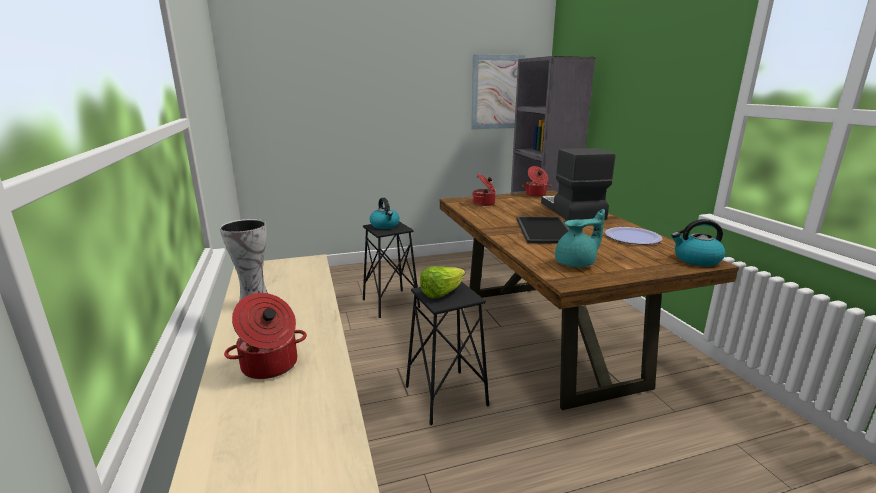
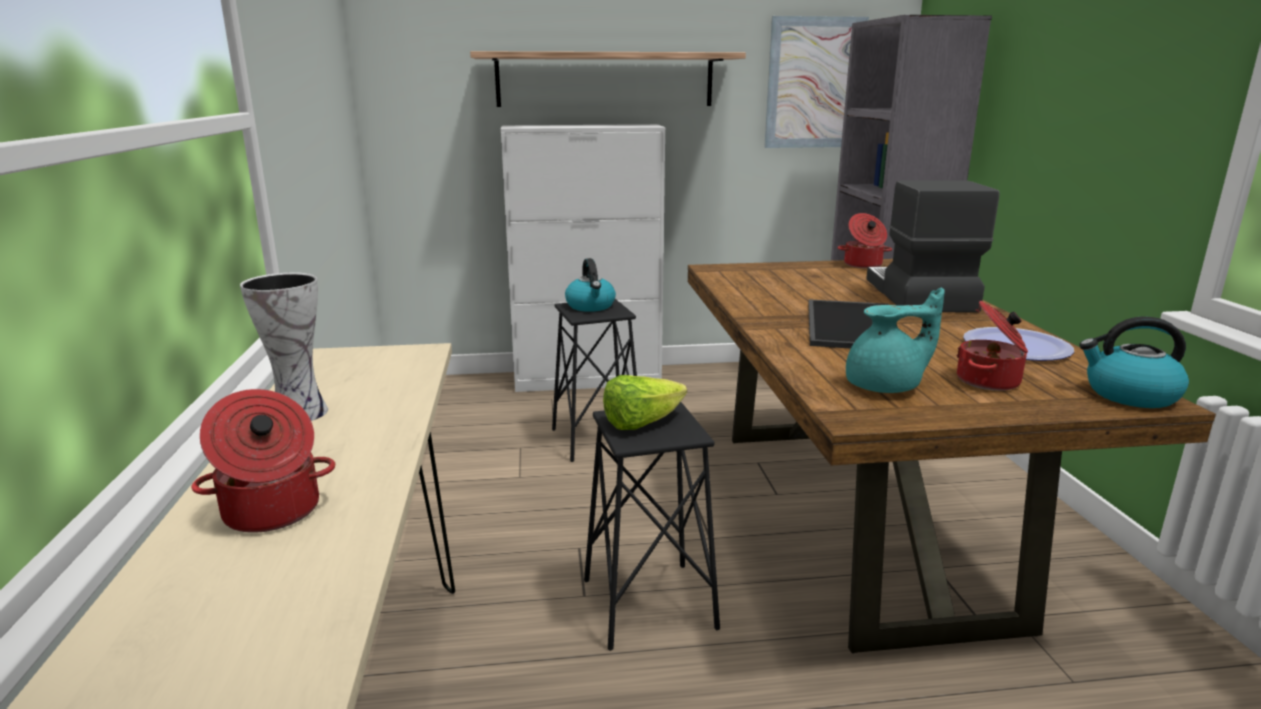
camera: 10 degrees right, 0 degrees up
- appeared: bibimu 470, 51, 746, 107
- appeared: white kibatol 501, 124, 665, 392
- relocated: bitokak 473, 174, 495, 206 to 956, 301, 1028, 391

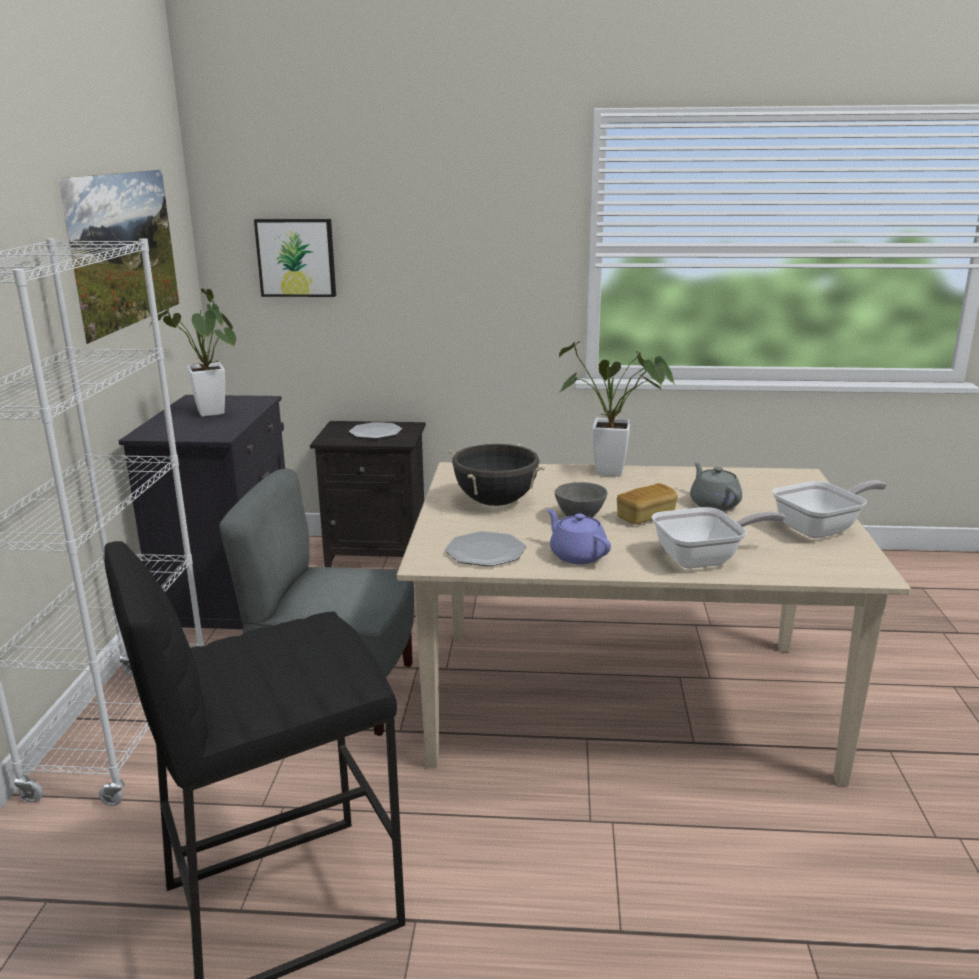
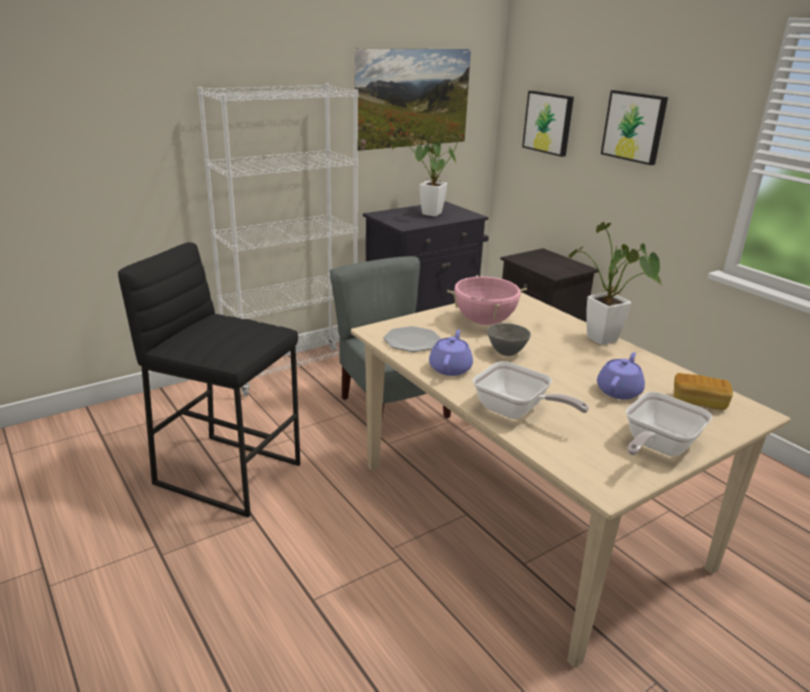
camera: 50 degrees right, 5 degrees up
- missing: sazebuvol 349, 422, 402, 439
- appeared: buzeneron 601, 90, 668, 165
- relocated: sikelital 617, 483, 678, 525 to 674, 373, 733, 410
- colour: black bitokak 449, 444, 545, 506 to pink bitokak 447, 275, 527, 325
- colour: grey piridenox 690, 462, 742, 511 to purple piridenox 597, 352, 645, 400
- spun: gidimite 772, 480, 887, 538 = 626, 392, 713, 456 105 degrees clockwise

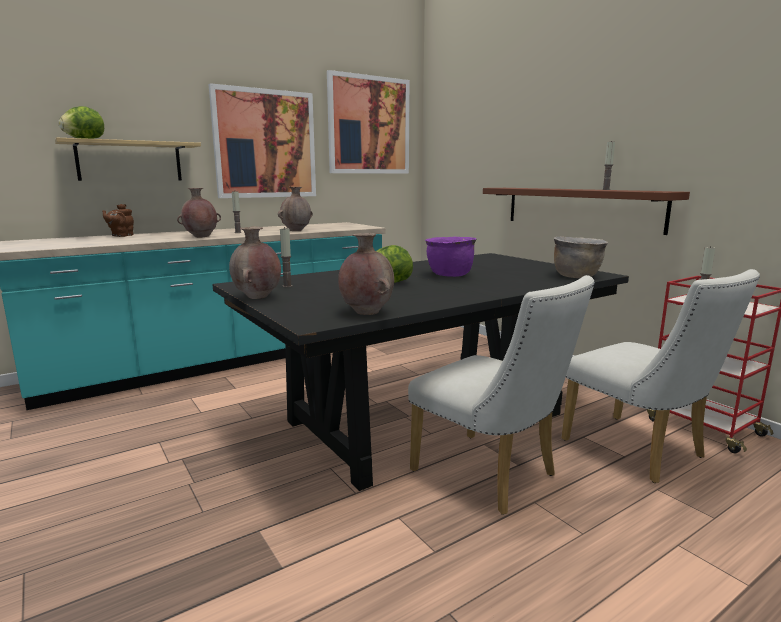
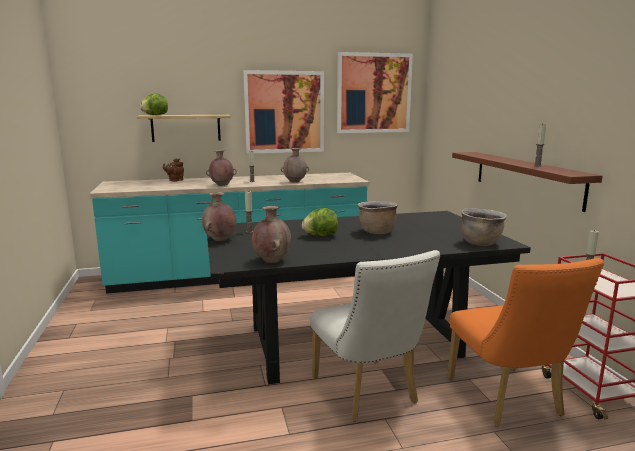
camera: 20 degrees right, 0 degrees up
- colour: purple bitokak 425, 237, 476, 277 to brown bitokak 358, 201, 398, 234
- colour: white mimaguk 561, 269, 760, 483 to orange mimaguk 448, 258, 604, 427

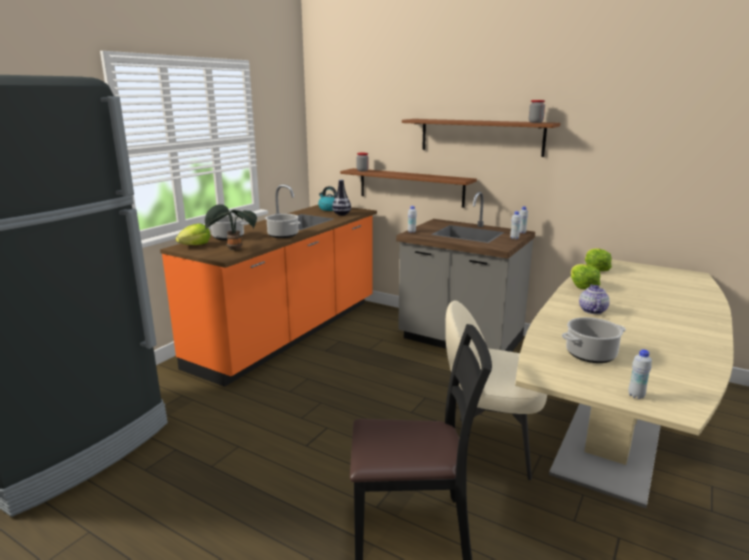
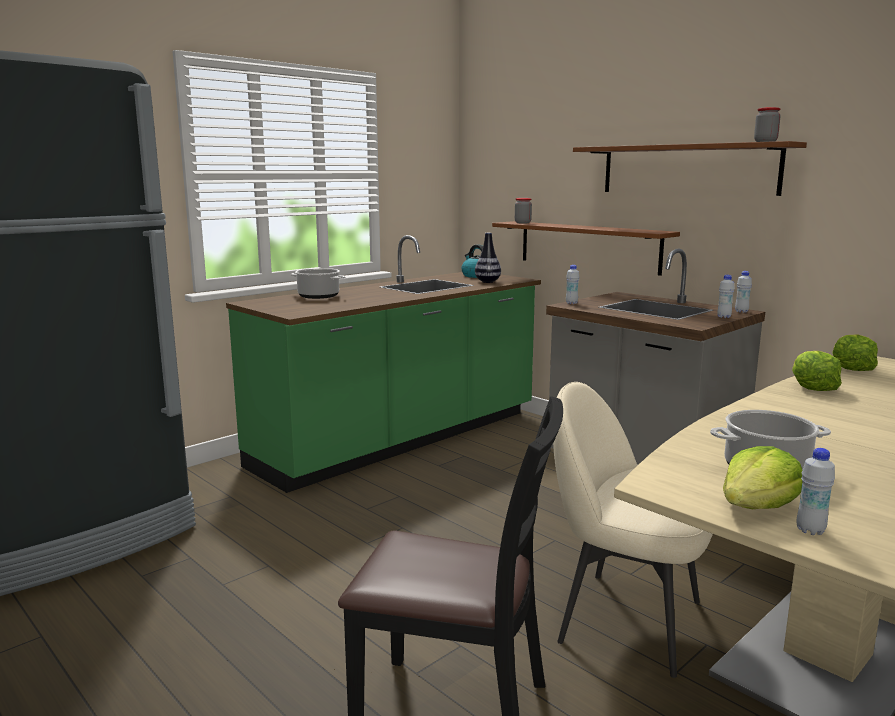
camera: 15 degrees right, 5 degrees down
- missing: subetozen 205, 204, 257, 250
- missing: bitokak 265, 214, 300, 238
- missing: piridenox 579, 284, 610, 314
- relocated: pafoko 176, 223, 210, 245 to 723, 446, 802, 509
- colour: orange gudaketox 160, 184, 377, 387 to green gudaketox 226, 235, 541, 493

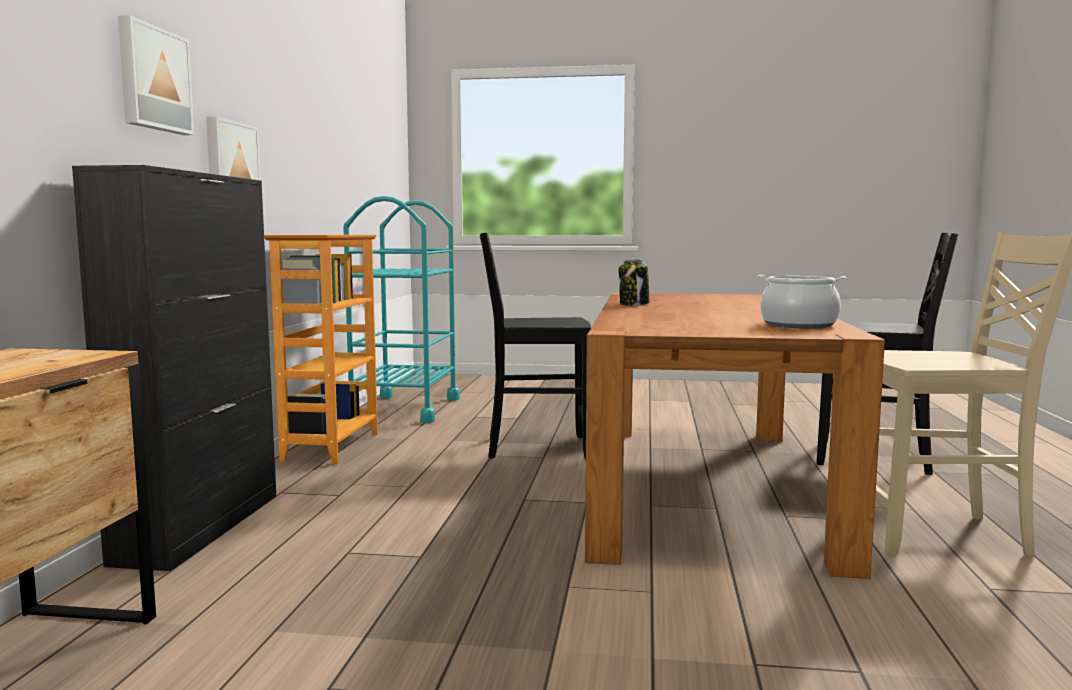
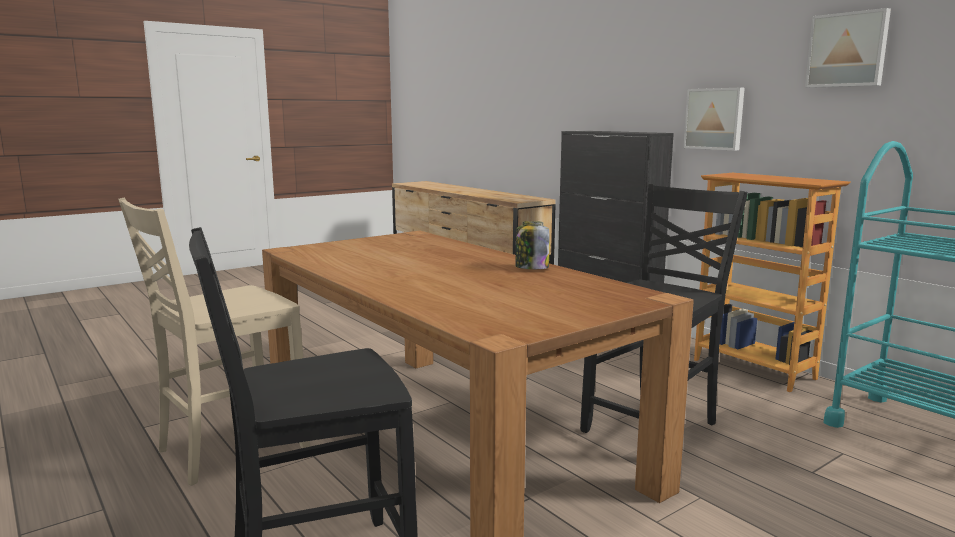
camera: 135 degrees right, 5 degrees up
- missing: bitokak 758, 275, 846, 329
- relocated: buzeneron 118, 15, 194, 135 to 805, 8, 891, 88

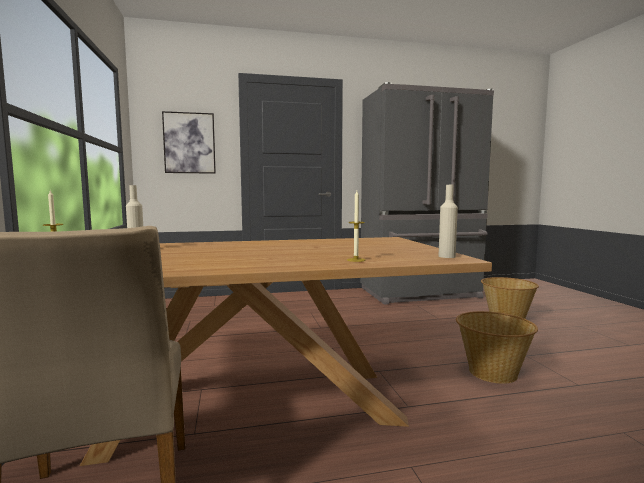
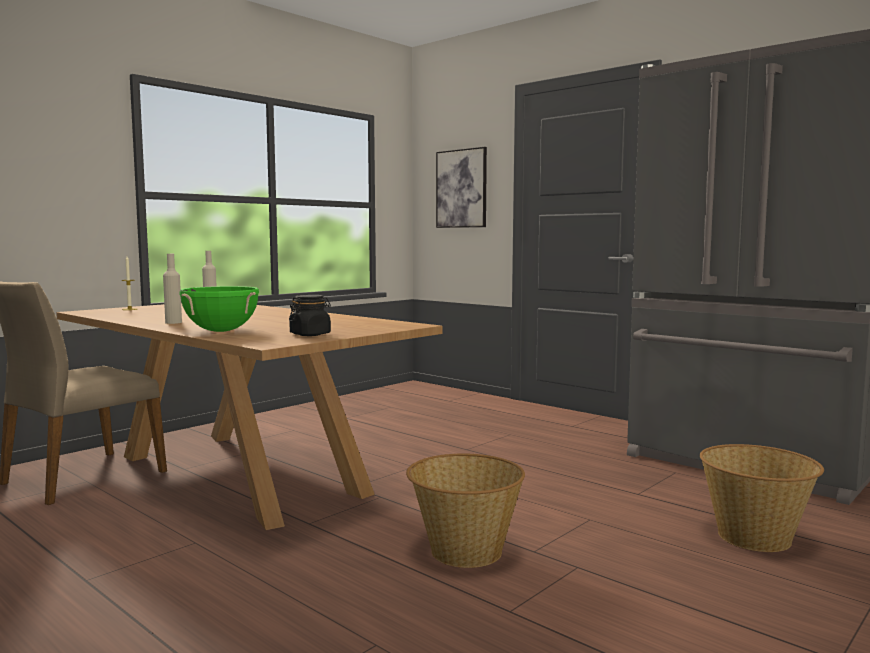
camera: 55 degrees right, 0 degrees up
- appeared: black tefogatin 289, 295, 331, 336
- relocated: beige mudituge 439, 185, 458, 258 to 163, 254, 182, 324
- exchanged: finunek 347, 191, 365, 262 to green bitokak 179, 286, 259, 332

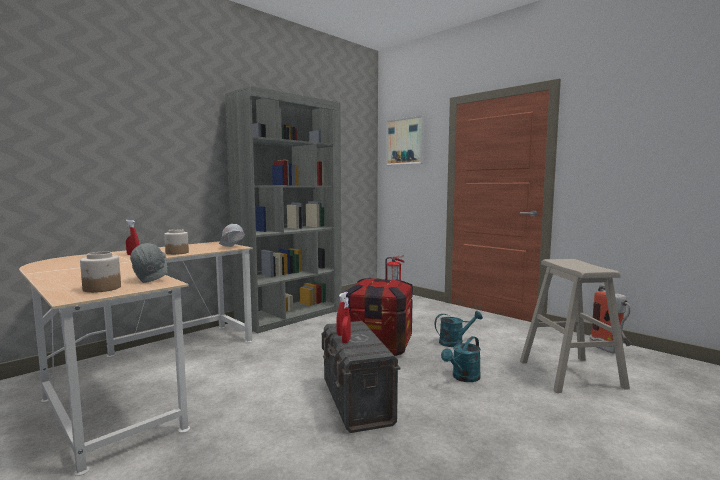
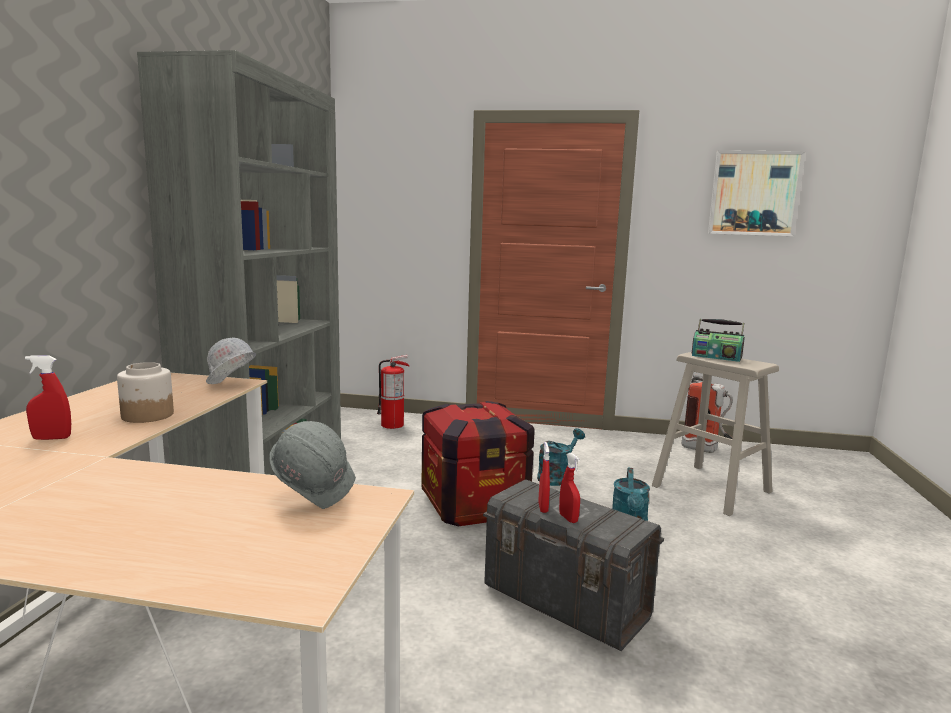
camera: 35 degrees left, 5 degrees up
- missing: tefogatin 80, 252, 121, 293
- appeared: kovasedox 692, 319, 745, 362
- relocated: buzeneron 386, 115, 424, 165 to 708, 150, 806, 236

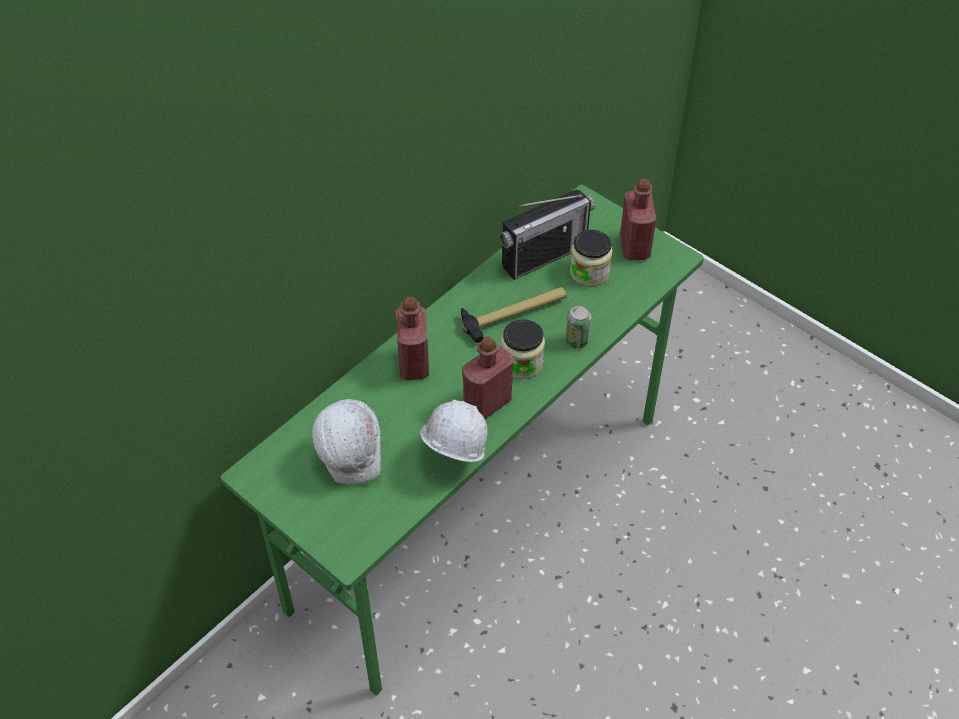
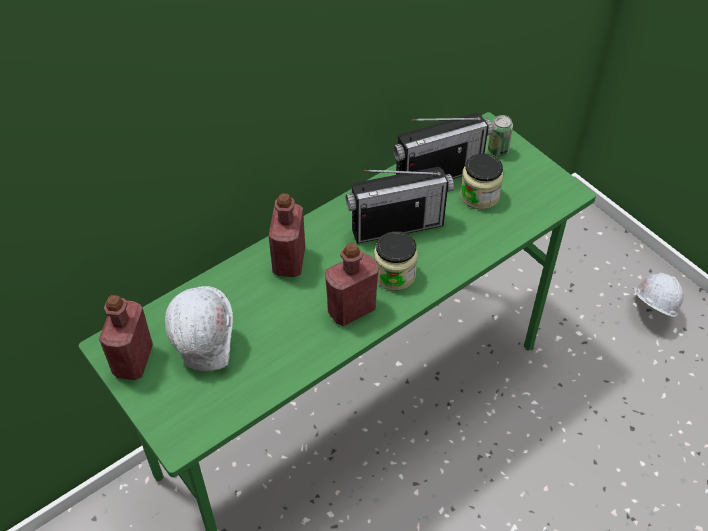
camera: 10 degrees right, 0 degrees up
- relocated: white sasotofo 420, 400, 488, 462 to 632, 272, 684, 317
- relocated: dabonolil 565, 305, 591, 349 to 488, 115, 513, 157
- relocated: red mudituge 620, 179, 656, 260 to 99, 295, 153, 380
- exchanged: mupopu 461, 287, 567, 343 to kovasedox 346, 167, 454, 244

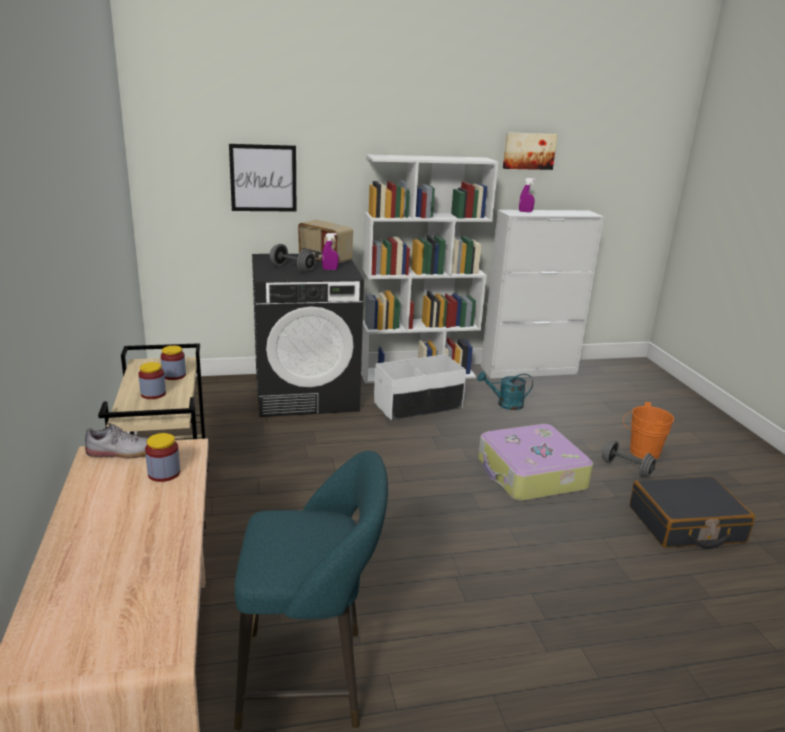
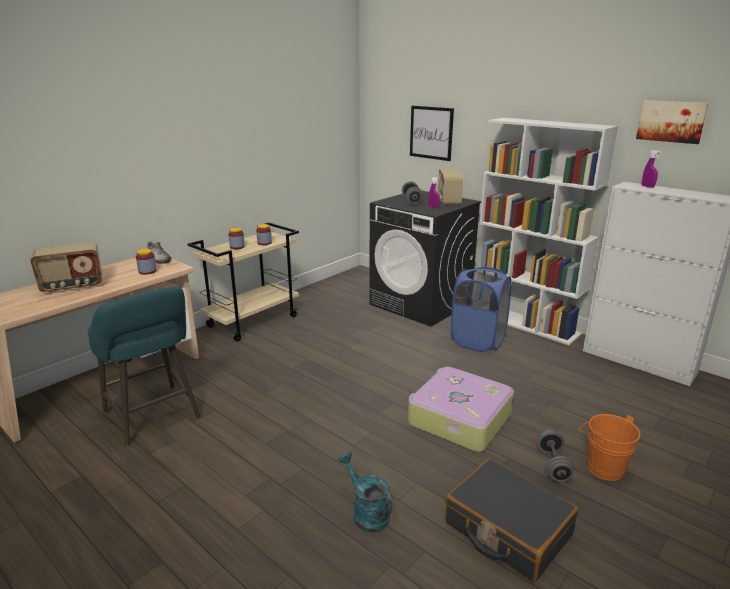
camera: 55 degrees right, 0 degrees up
- appeared: kovasedox 30, 242, 102, 293
- relocated: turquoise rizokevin 477, 371, 533, 410 to 338, 452, 392, 532
- exchanged: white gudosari 374, 354, 466, 420 to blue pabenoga 451, 267, 512, 352

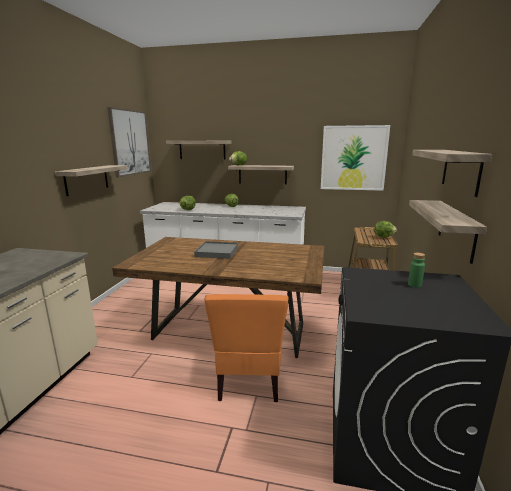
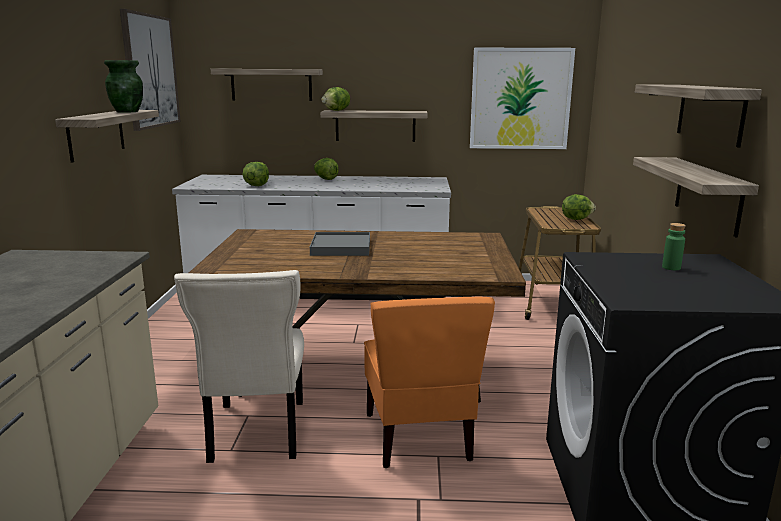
camera: 10 degrees left, 0 degrees up
- appeared: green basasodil 104, 60, 143, 113
- appeared: beige mimaguk 174, 270, 304, 463

